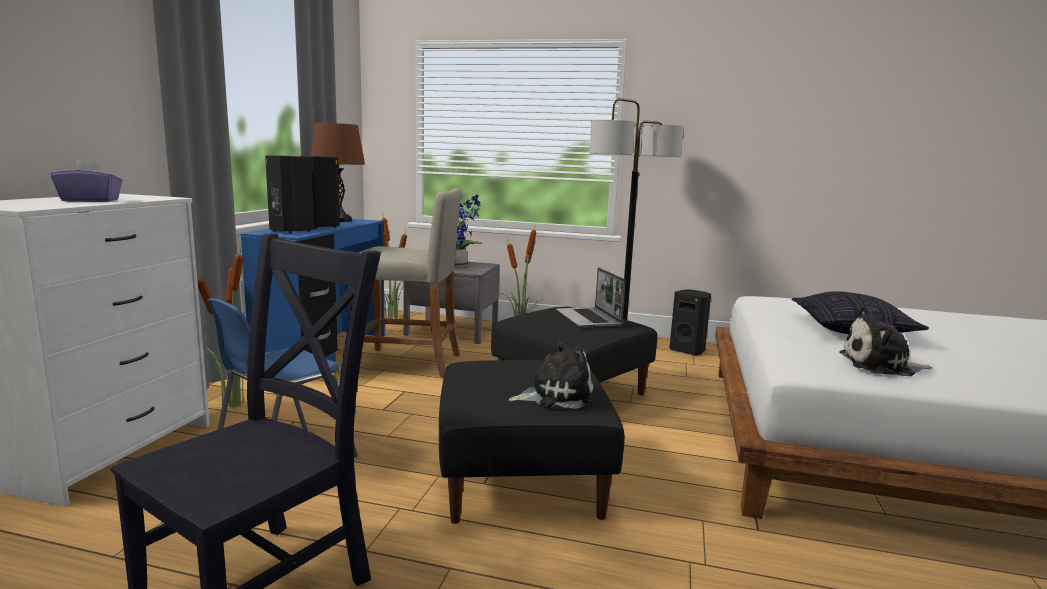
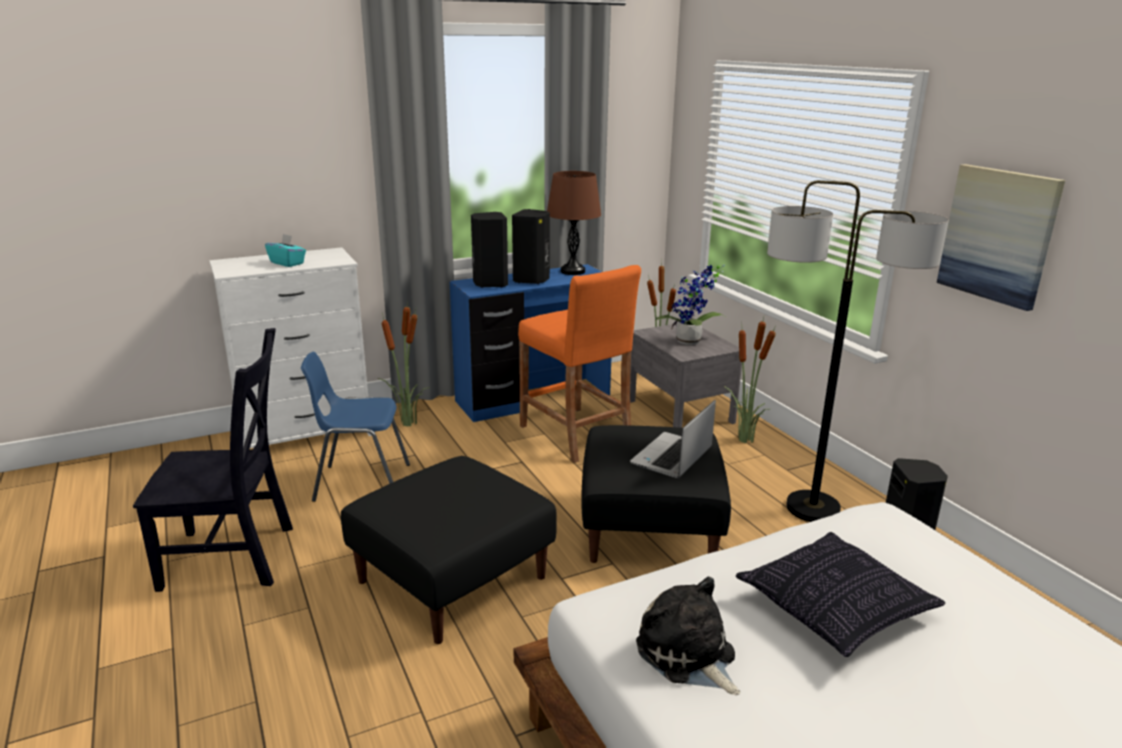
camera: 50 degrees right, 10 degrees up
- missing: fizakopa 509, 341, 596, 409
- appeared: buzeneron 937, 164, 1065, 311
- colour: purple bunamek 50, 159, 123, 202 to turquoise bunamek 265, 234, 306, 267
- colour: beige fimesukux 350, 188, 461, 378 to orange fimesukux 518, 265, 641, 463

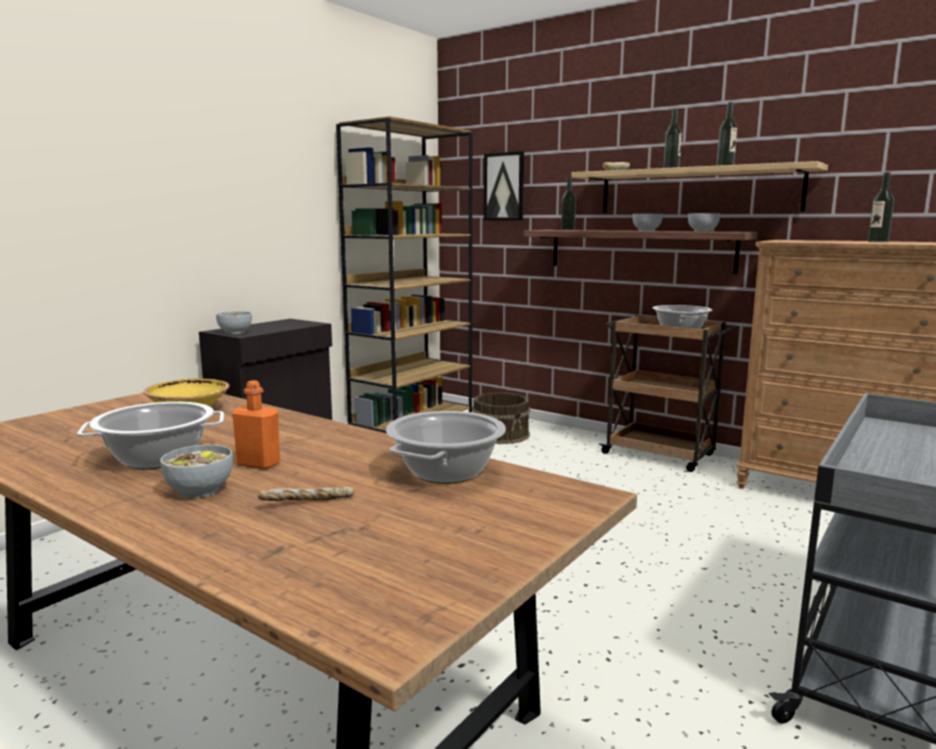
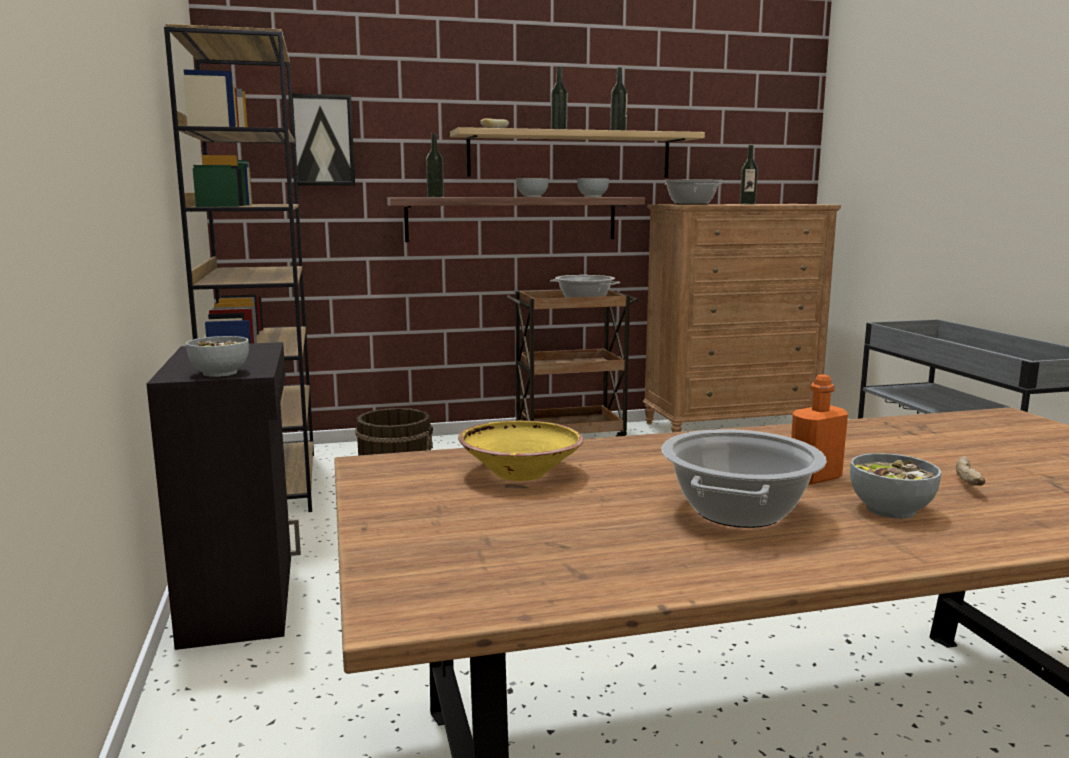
camera: 50 degrees left, 0 degrees up
- relocated: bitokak 386, 411, 506, 484 to 662, 180, 723, 205

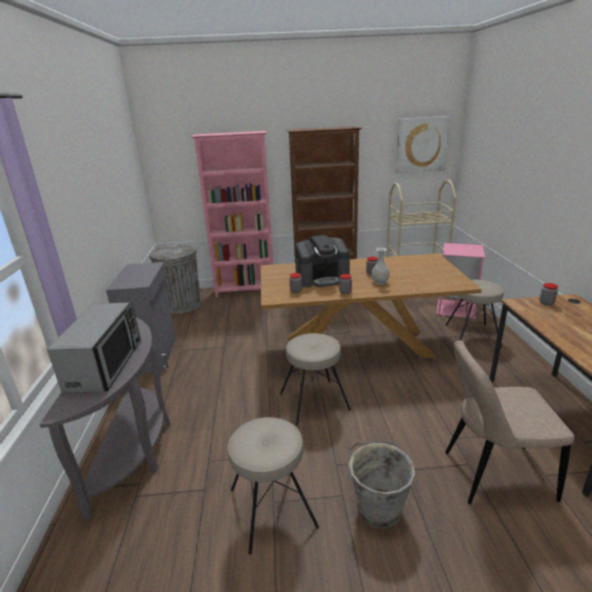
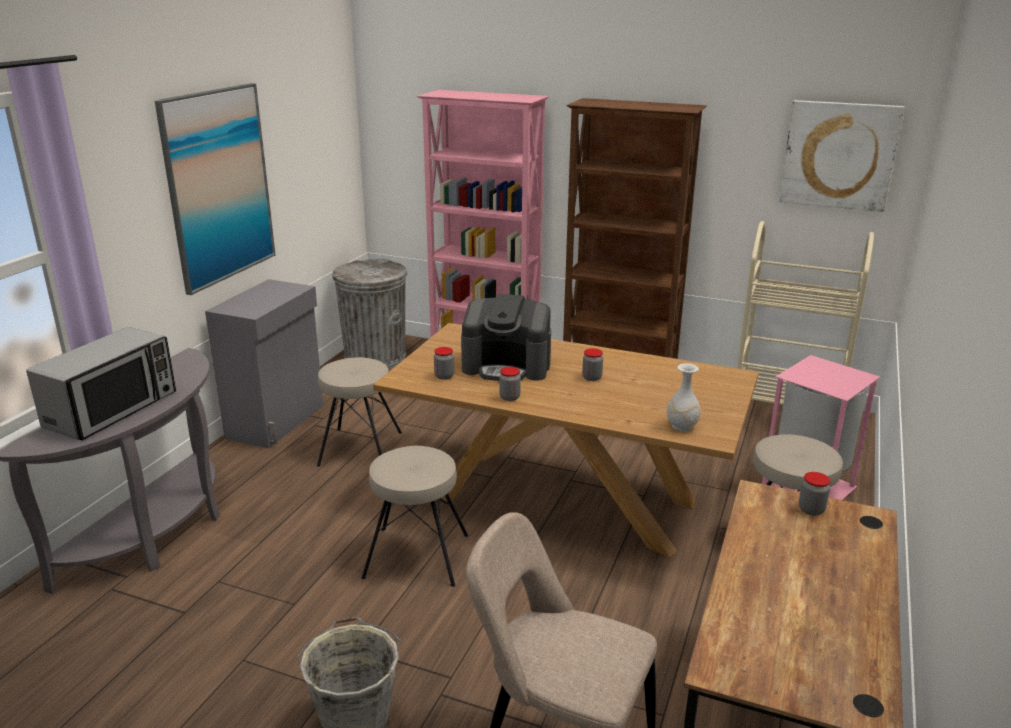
camera: 25 degrees right, 0 degrees up
- appeared: buzeneron 155, 83, 275, 295
- relocated: beige fimesukux 228, 417, 319, 554 to 317, 357, 402, 467
- relocated: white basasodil 371, 248, 390, 285 to 667, 364, 701, 431

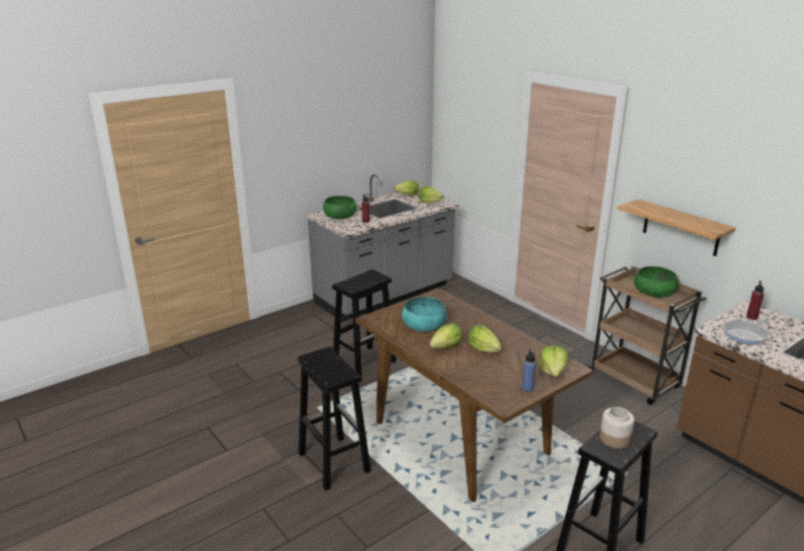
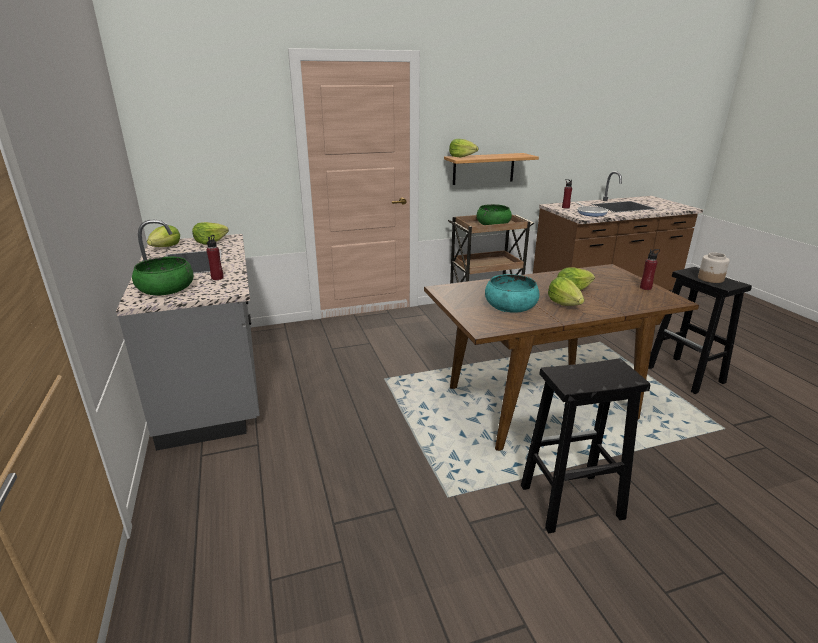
camera: 70 degrees left, 0 degrees up
- missing: black fimesukux 332, 269, 396, 378
- relocated: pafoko 539, 345, 569, 376 to 449, 139, 478, 157
- colour: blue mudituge 522, 349, 536, 392 to red mudituge 640, 249, 660, 290

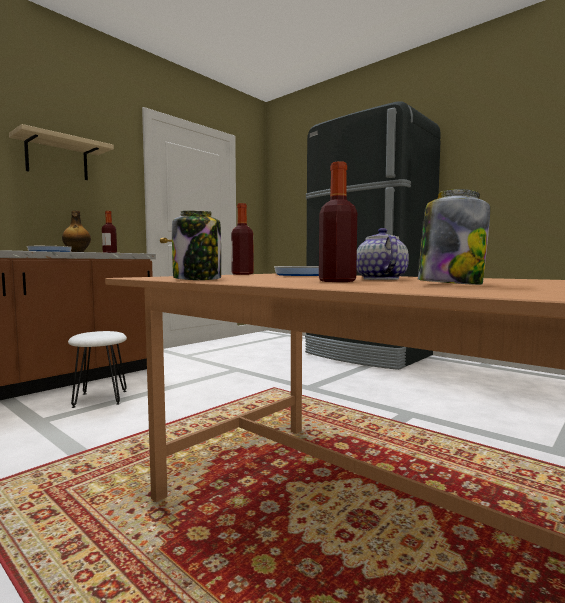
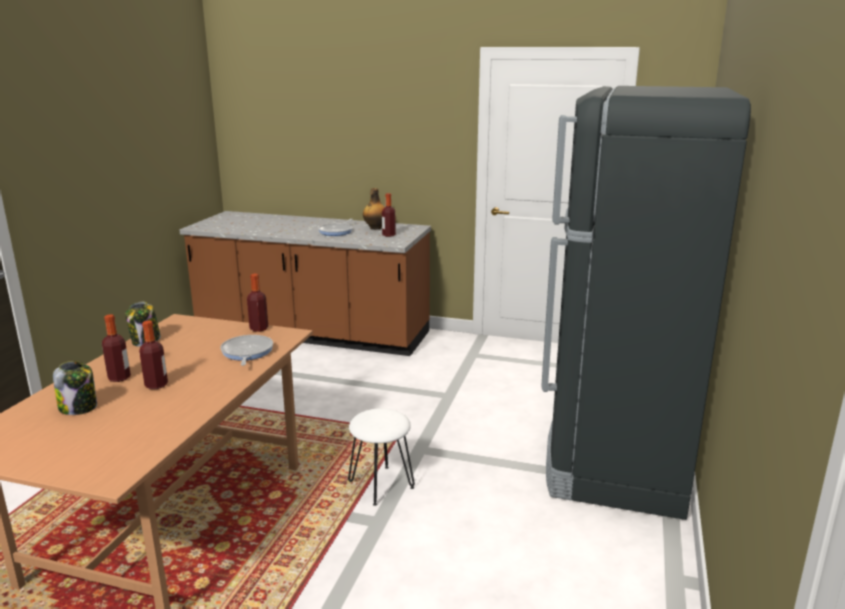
camera: 65 degrees right, 15 degrees up
- missing: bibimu 9, 124, 114, 180
- relocated: white fimesukux 68, 331, 127, 408 to 348, 408, 415, 506
- exchanged: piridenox 356, 228, 409, 280 to mudituge 139, 321, 168, 389

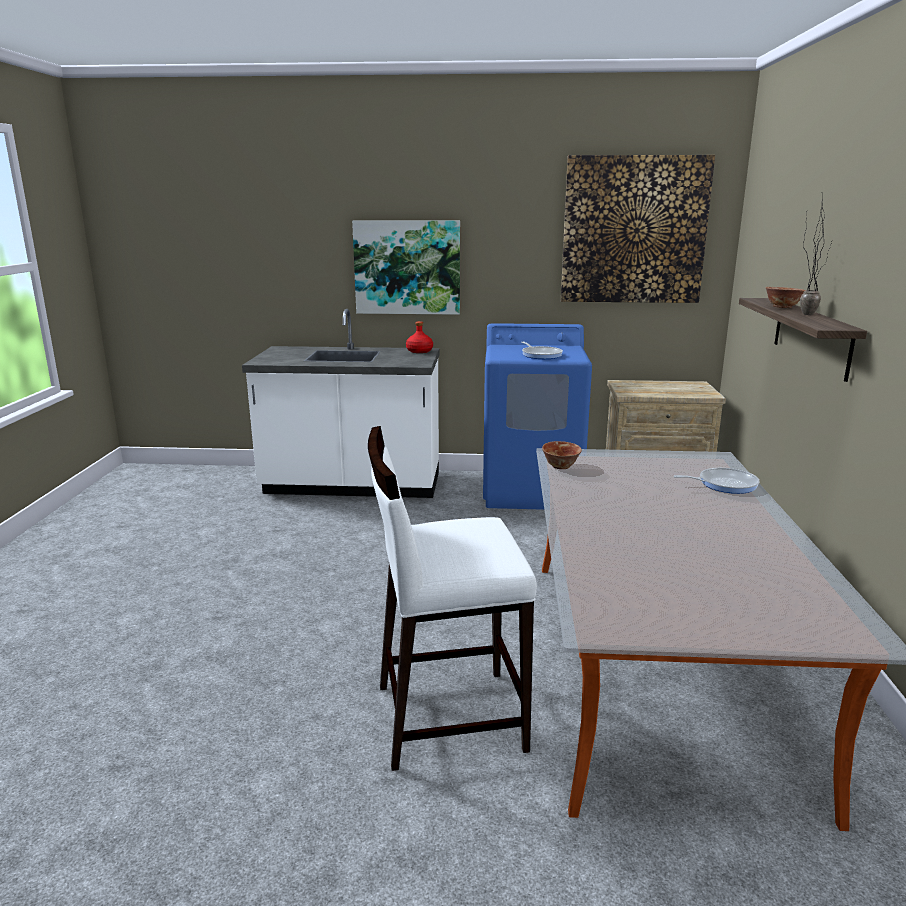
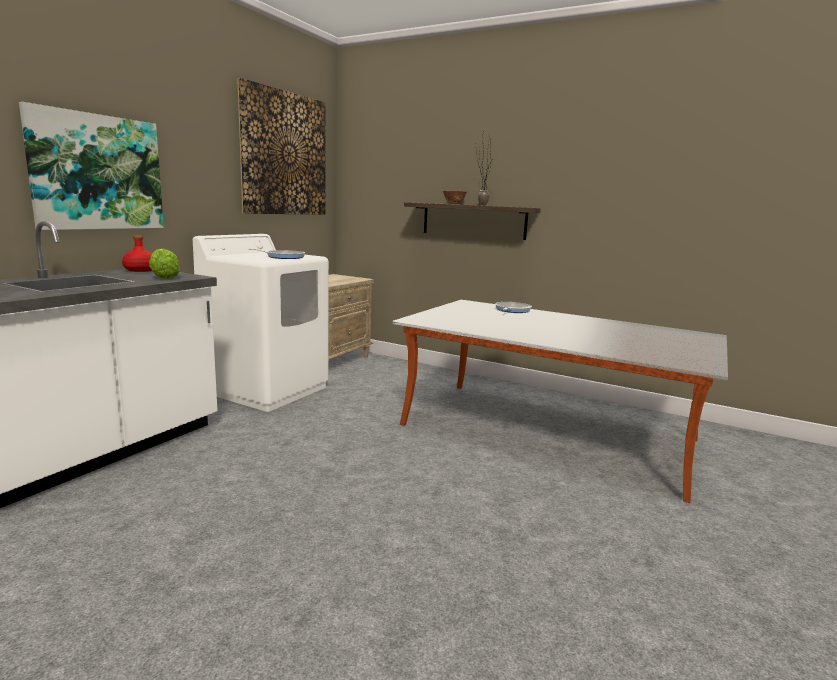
camera: 65 degrees left, 5 degrees down
- missing: white fimesukux 368, 426, 537, 771
- missing: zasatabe 542, 441, 582, 469
- appeared: pafoko 149, 249, 180, 279
- colour: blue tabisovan 483, 323, 592, 510 to white tabisovan 193, 234, 329, 412

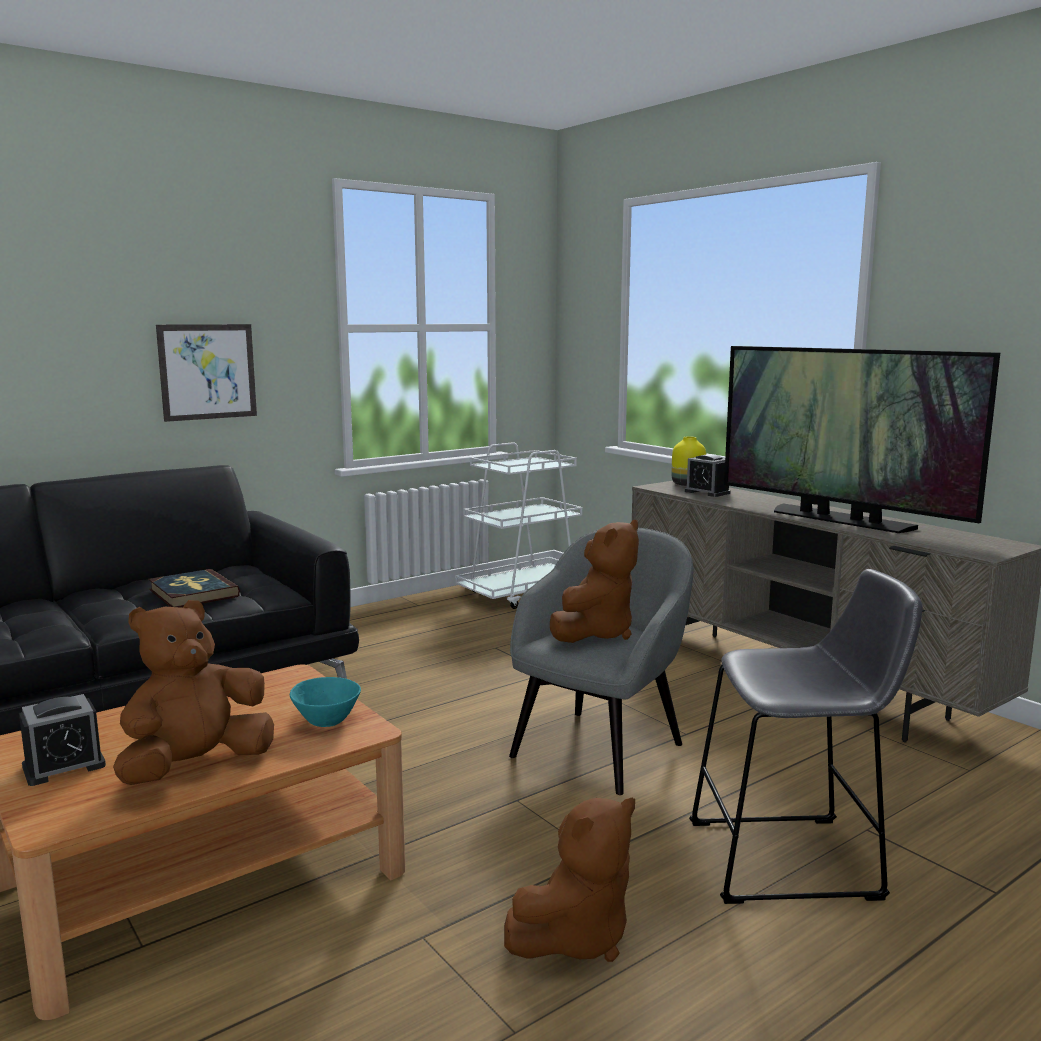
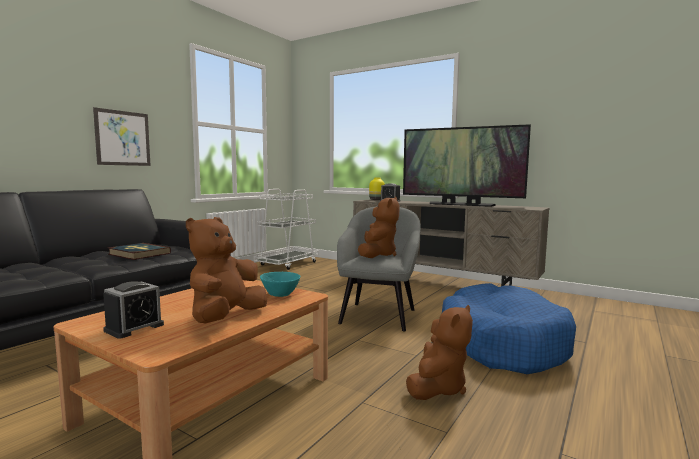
camera: 20 degrees left, 5 degrees down
- exchanged: grey fimesukux 689, 569, 923, 904 to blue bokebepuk 442, 283, 576, 374

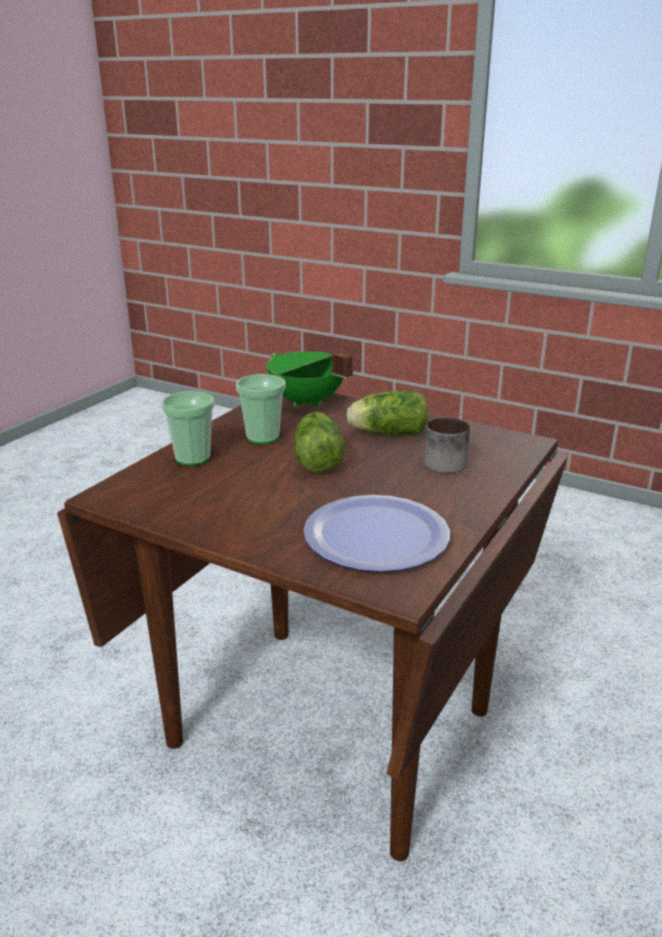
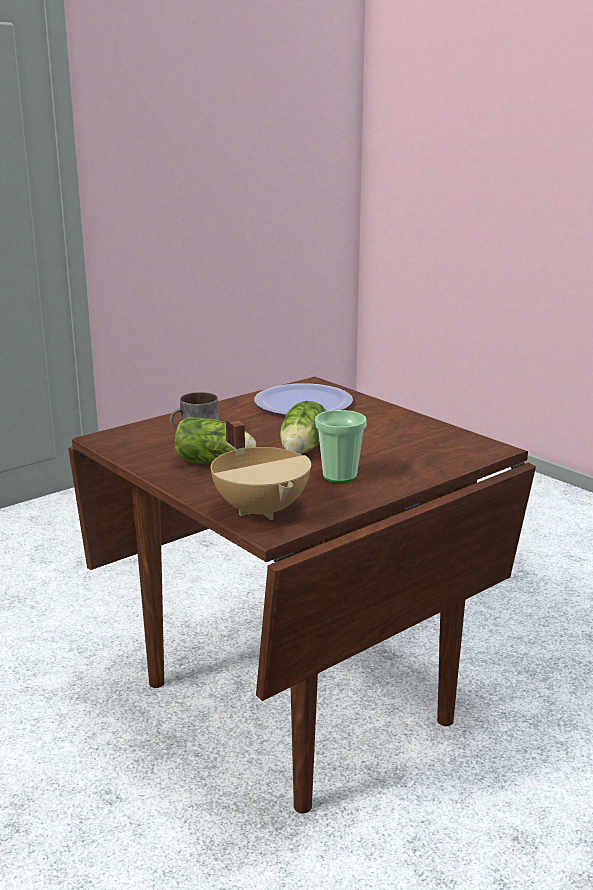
camera: 160 degrees left, 5 degrees down
- missing: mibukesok 161, 391, 215, 466
- colour: green bitokak 267, 351, 353, 407 to beige bitokak 210, 418, 311, 520

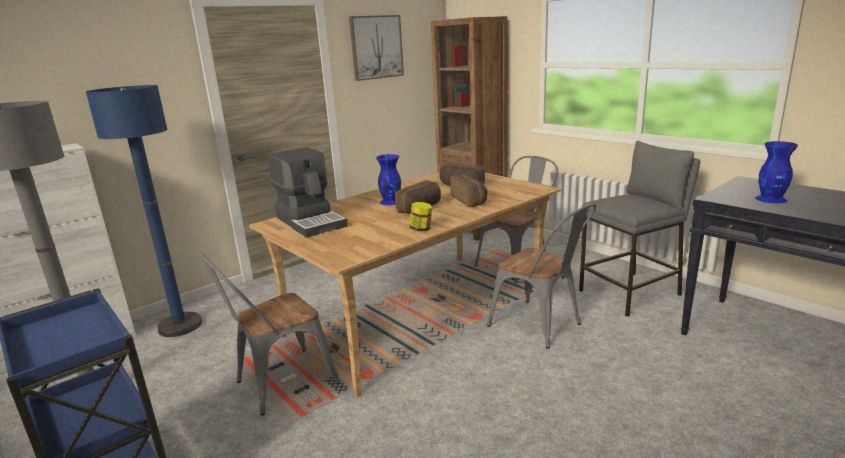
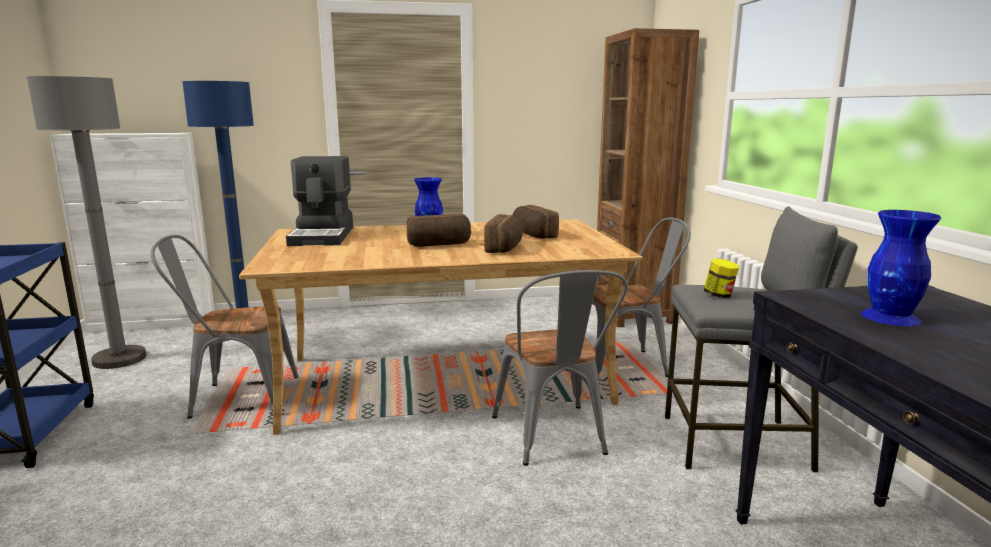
camera: 30 degrees right, 5 degrees down
- missing: buzeneron 349, 15, 404, 81
- relocated: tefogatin 409, 202, 432, 231 to 704, 259, 739, 298

